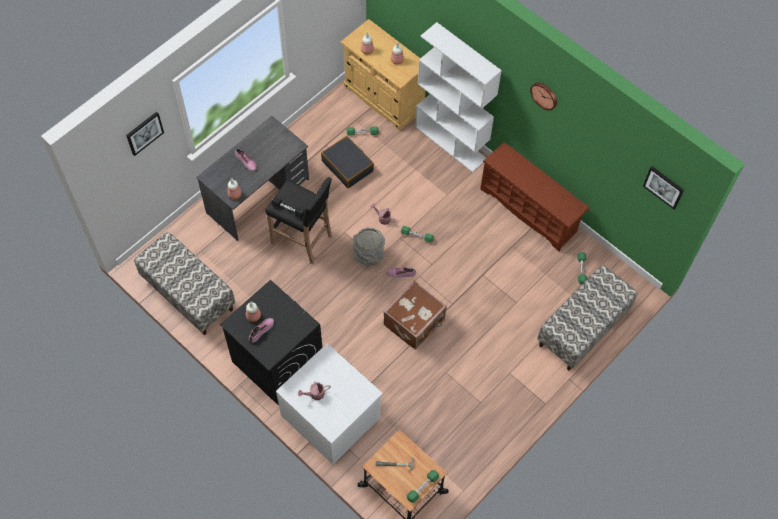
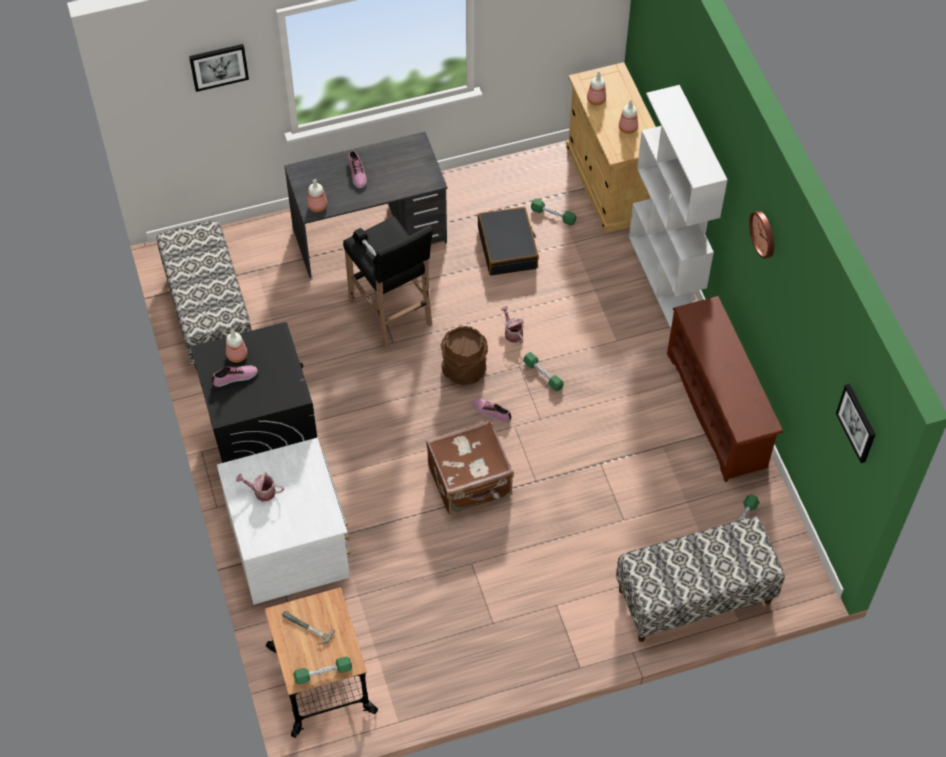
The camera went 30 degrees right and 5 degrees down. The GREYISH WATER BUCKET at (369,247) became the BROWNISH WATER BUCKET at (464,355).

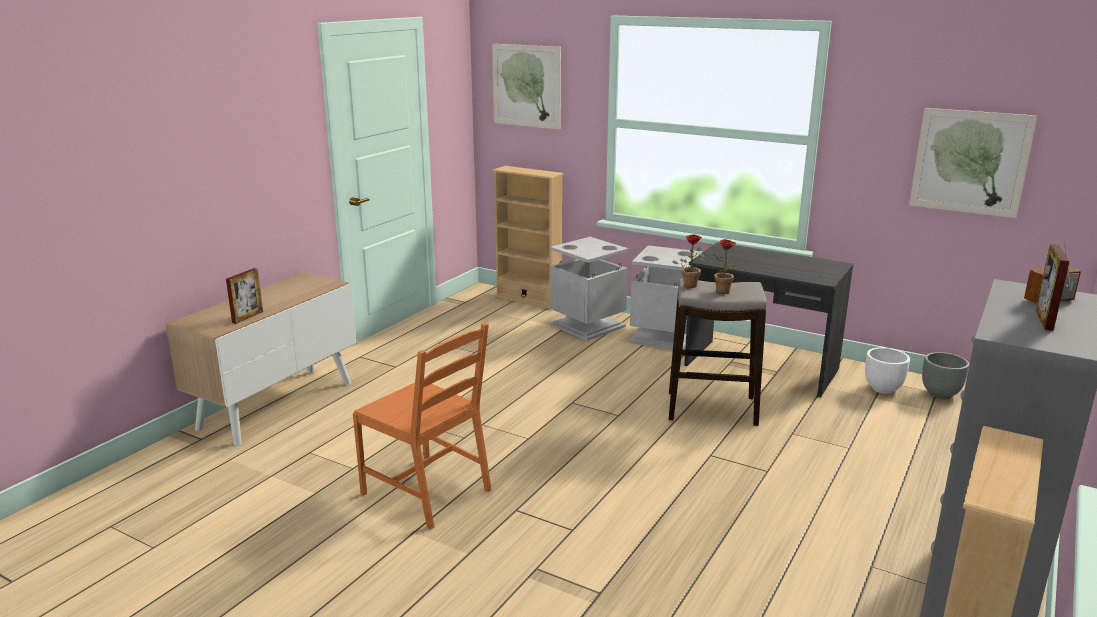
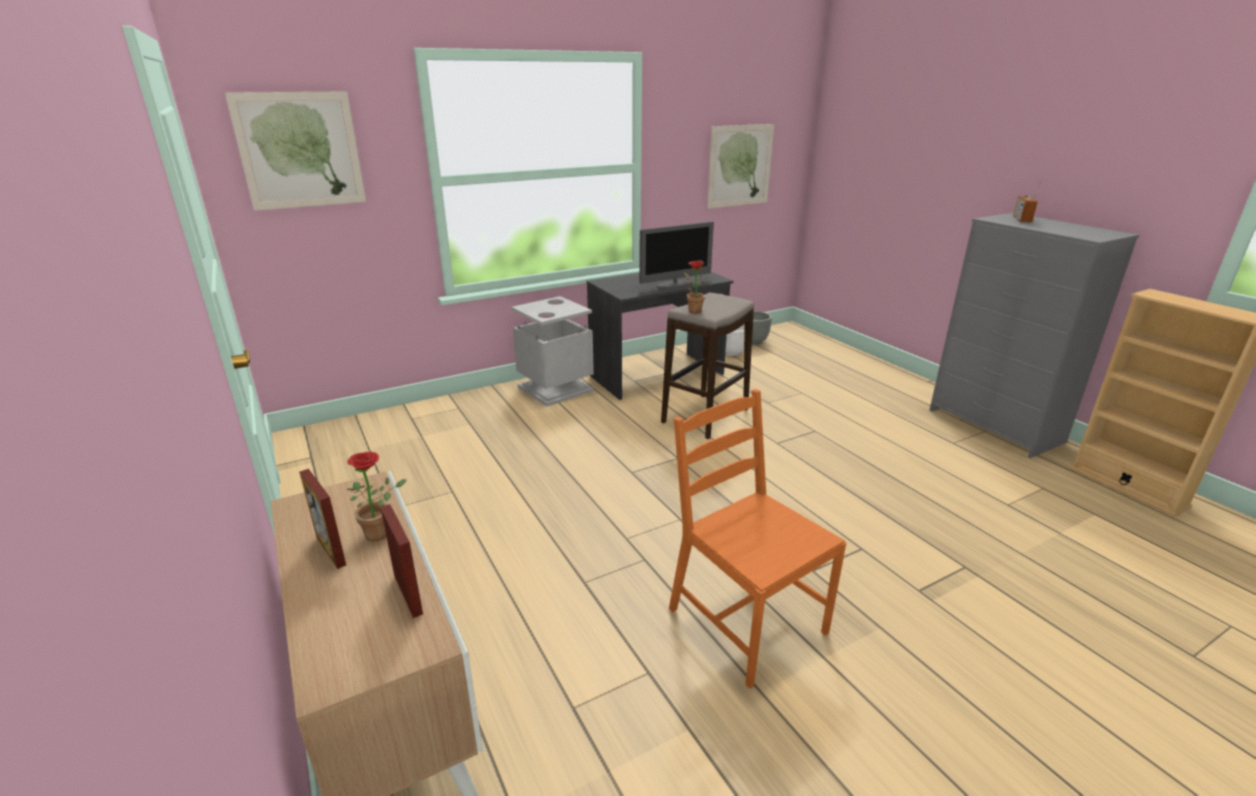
The camera went 60 degrees left and 5 degrees up. The SAND-COLOURED BOOKCASE at (527,237) disappeared. The GREYISH WASTE BIN at (589,289) disappeared. The PLANT IN A POT moved from (728,266) to (377,496). The STANDING FRAME moved from (1053,287) to (322,519). The ORANGEY PLAIN CHAIR at (422,426) turned 105 degrees counterclockwise. The MONITOR at (676,255) appeared.

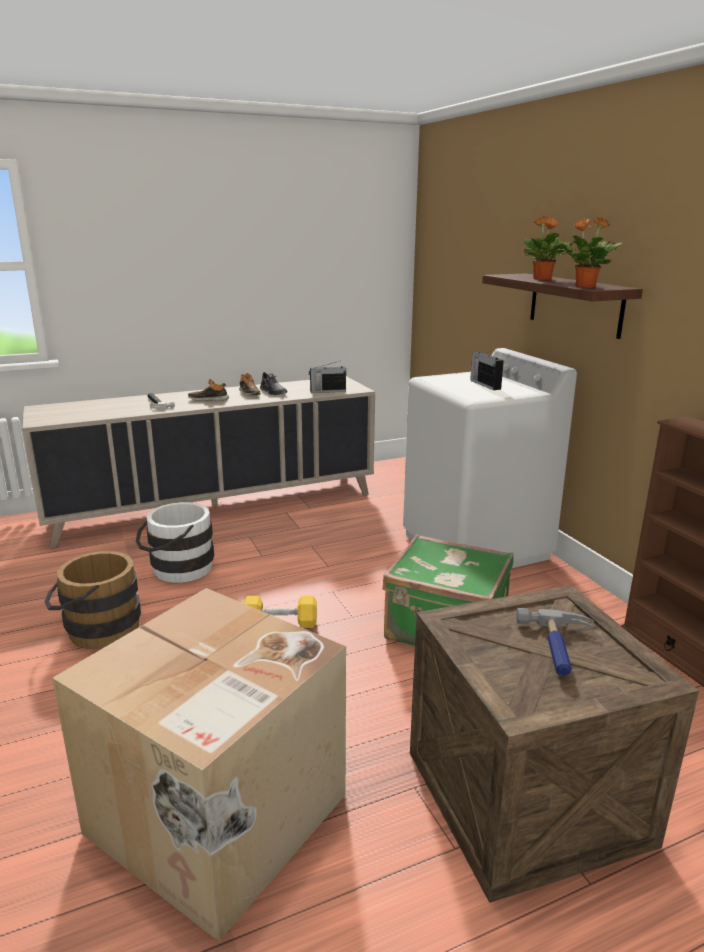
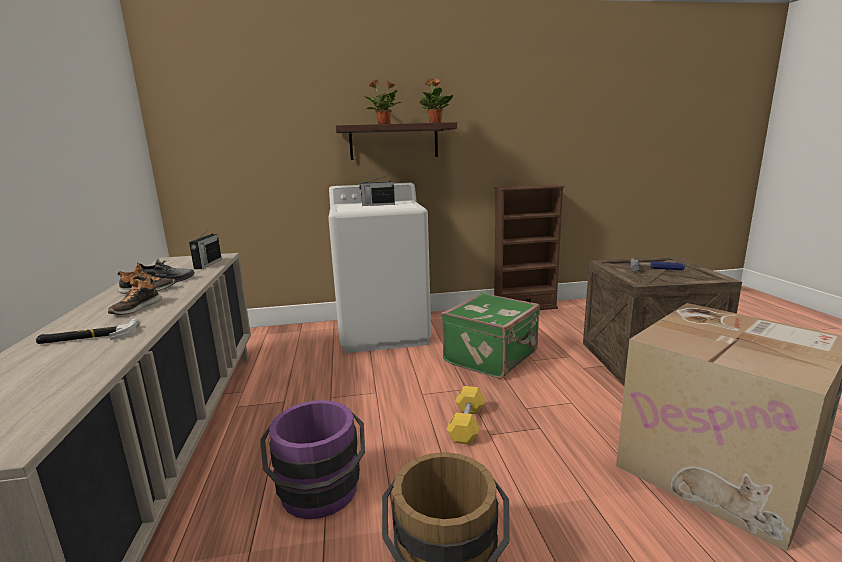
The camera went 75 degrees left and 5 degrees down. The WHITE-COLOURED WATER BUCKET at (175,542) became the PURPLE WATER BUCKET at (312,459).

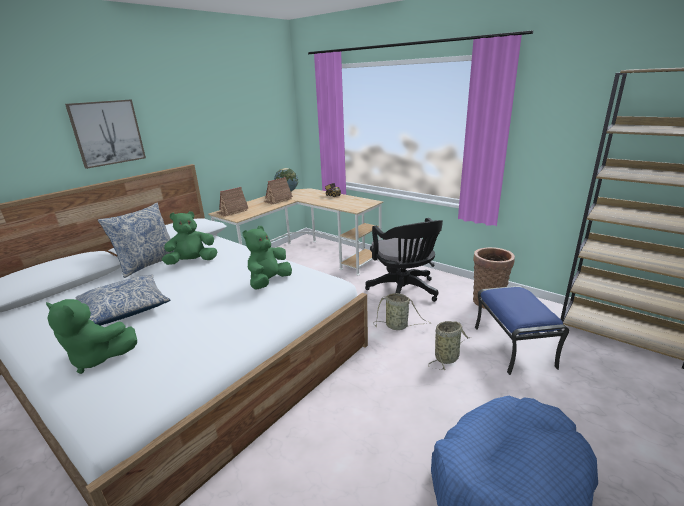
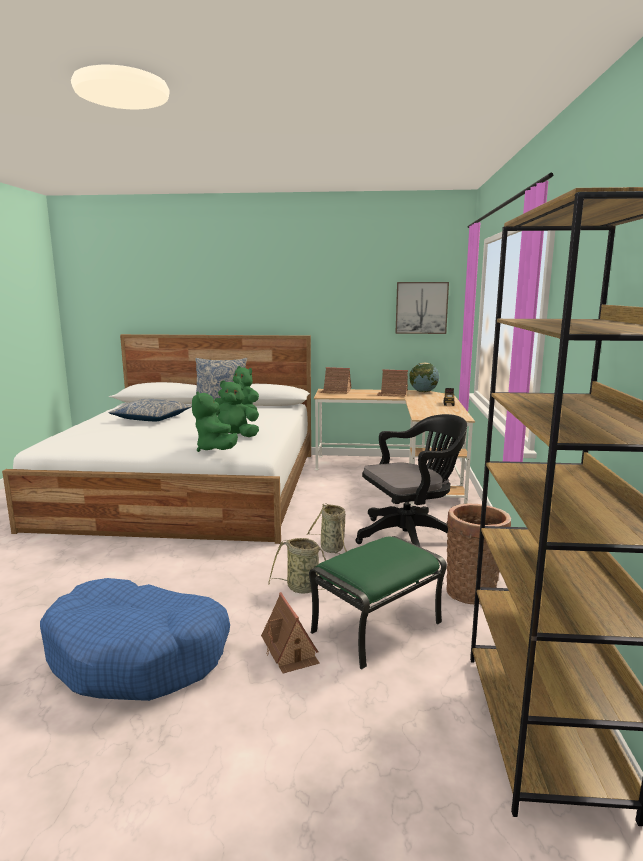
The camera went 55 degrees right and 10 degrees down. The WALL ART moved from (105,134) to (422,308). The BLACK OFFICE CHAIR at (404,260) turned 150 degrees counterclockwise. The BLUE-COLOURED POUFFE at (522,330) became the GREEN POUFFE at (378,603). The GREEN SOFT TOY moved from (91,336) to (215,422). The MINIATURE HOUSE at (290,632) appeared.

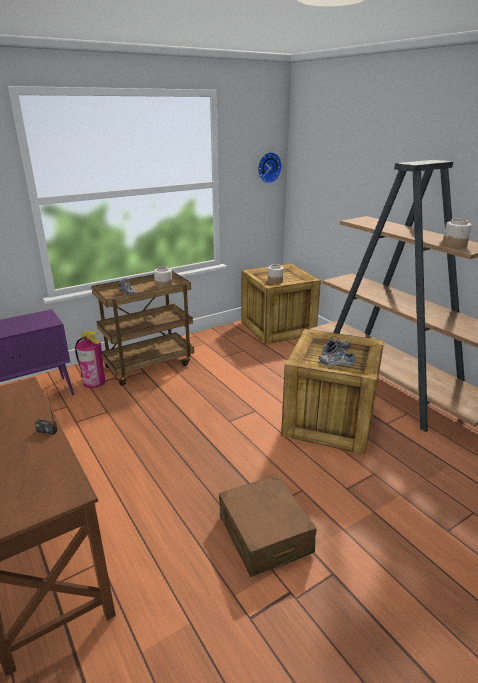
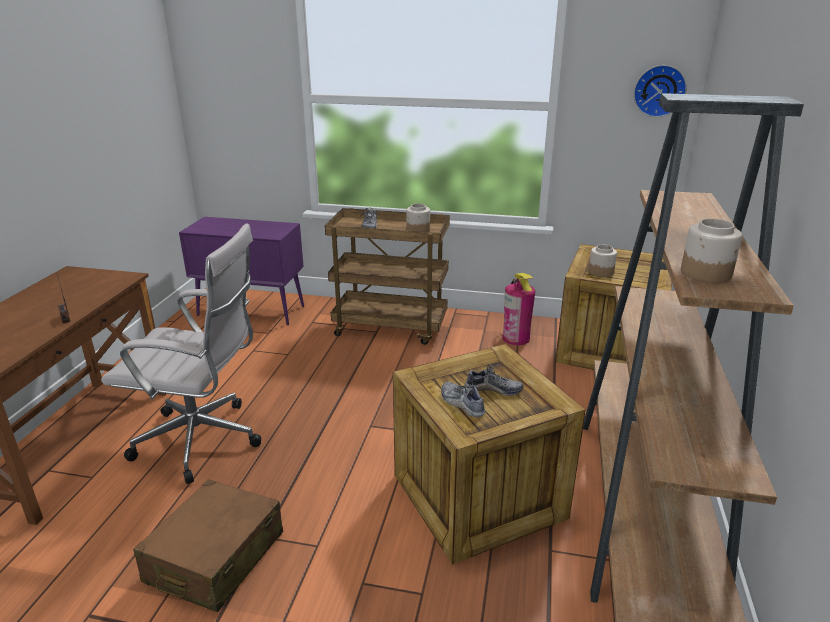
The camera went 45 degrees right and 0 degrees up. The FIRE-FIGHTING CYLINDER moved from (90,359) to (518,309). The WHITE-COLOURED OFFICE CHAIR at (181,354) appeared.

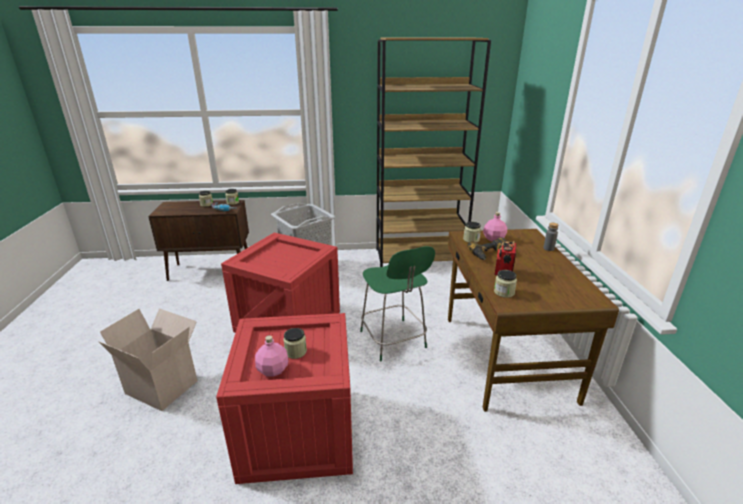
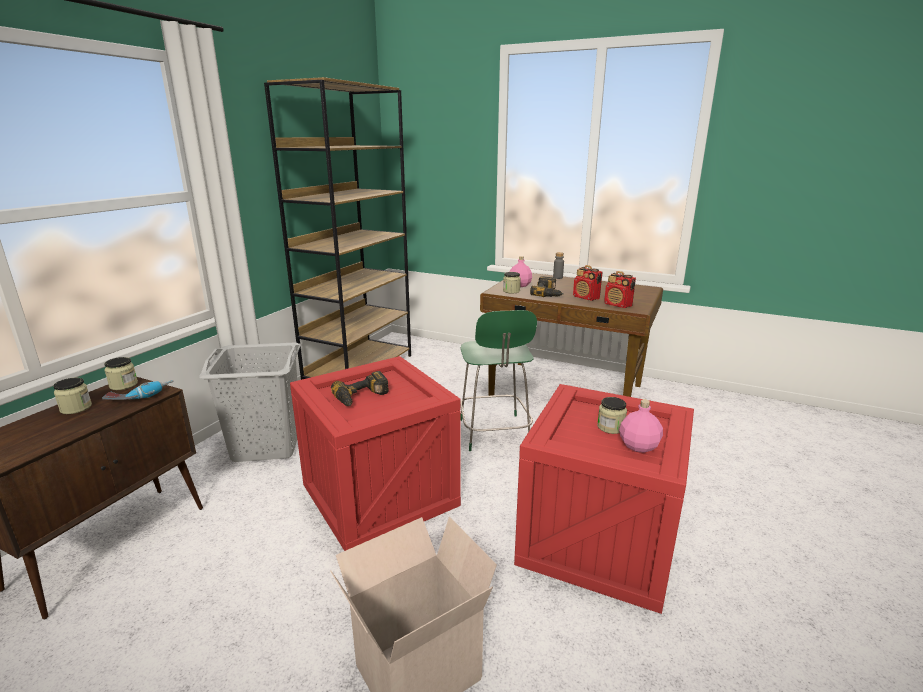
The camera went 60 degrees left and 5 degrees down. The GREEN PLAIN CHAIR at (397,303) turned 75 degrees clockwise. The PRESERVE JAR at (505,284) was replaced by the RADIO SET at (620,289). The DRILL at (360,388) appeared.

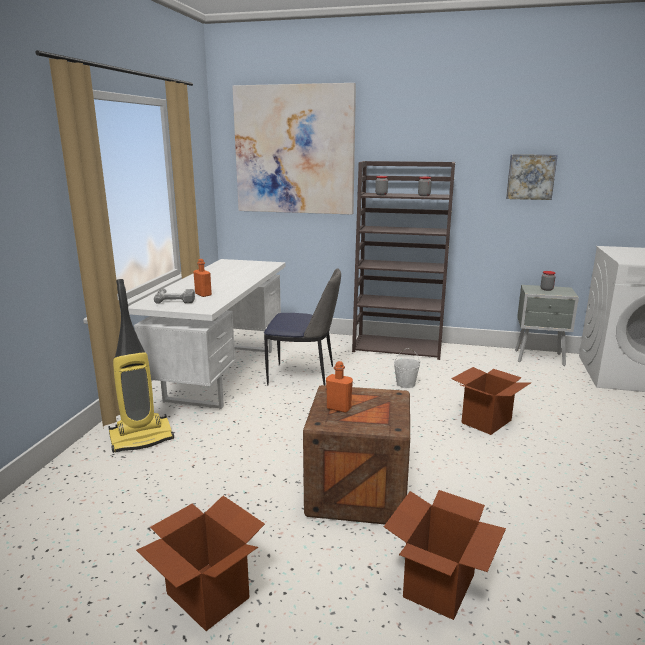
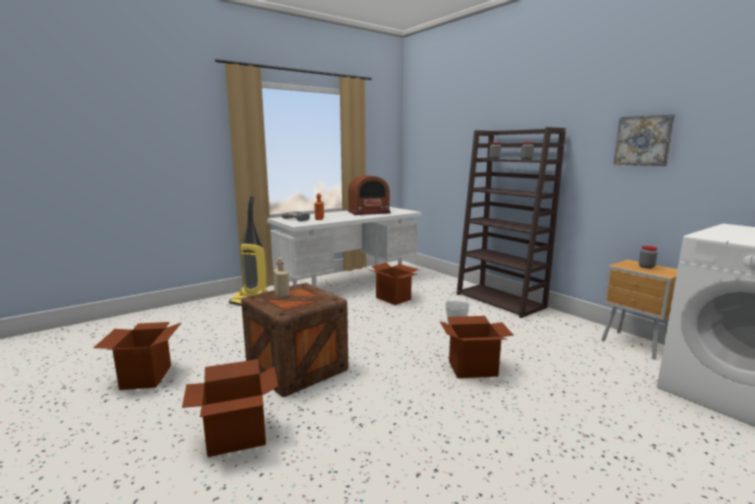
The camera went 40 degrees right and 5 degrees down. The WALL ART at (294,148) disappeared. The PLAIN CHAIR at (302,326) was replaced by the CARDBOARD BOX at (394,284). The GREYISH NIGHT TABLE at (547,325) became the BROWNISH NIGHT TABLE at (639,310). The ORANGEY BEVERAGE BOTTLE at (339,387) became the SAND-COLOURED BEVERAGE BOTTLE at (281,277). The RADIO SET at (369,195) appeared.

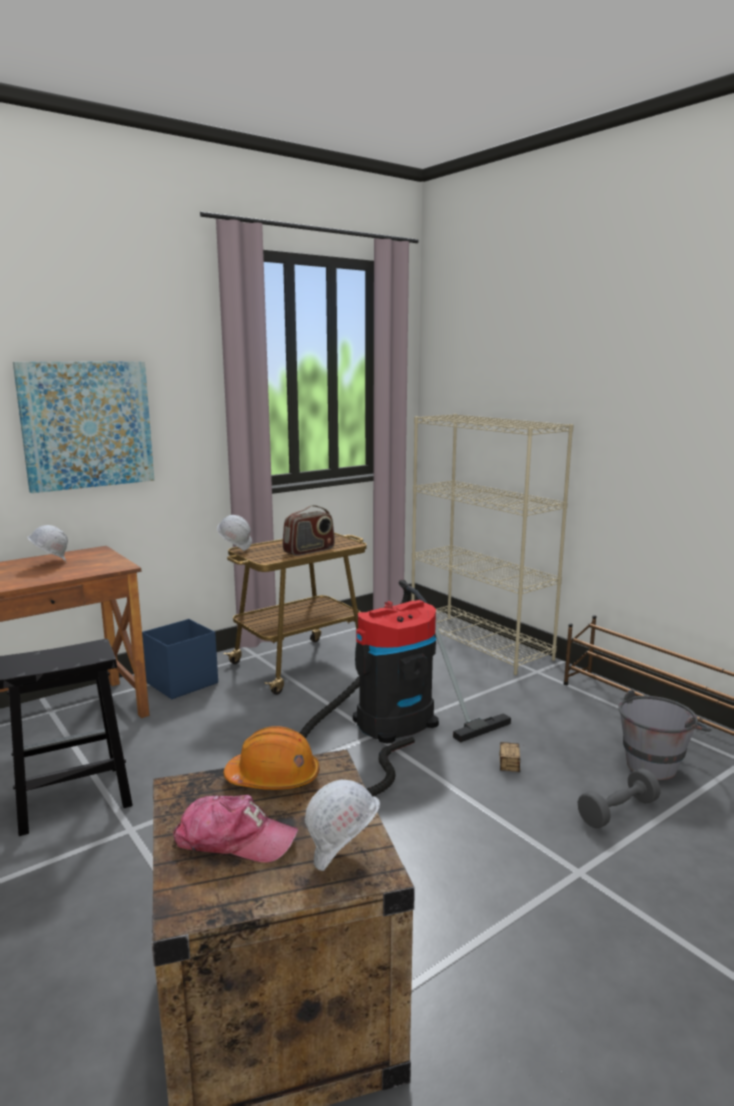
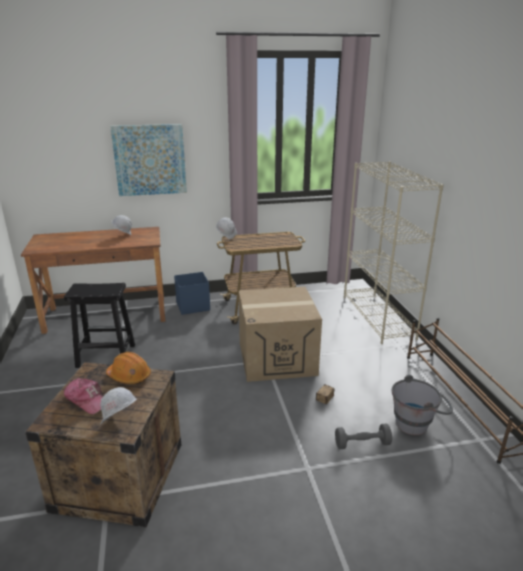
The camera went 25 degrees right and 10 degrees up. The RADIO SET at (309,530) disappeared. The VACUUM CLEANER at (405,687) was replaced by the CARDBOARD BOX at (280,334).

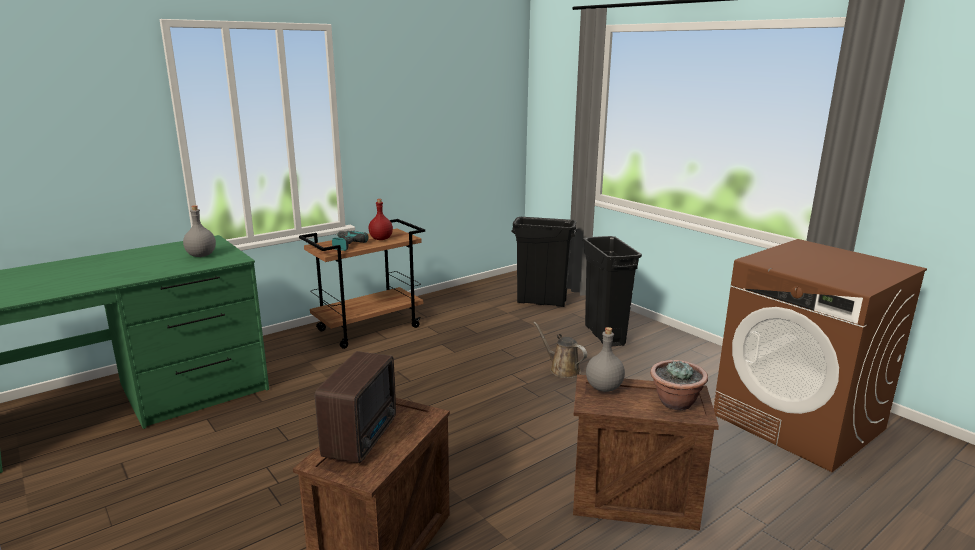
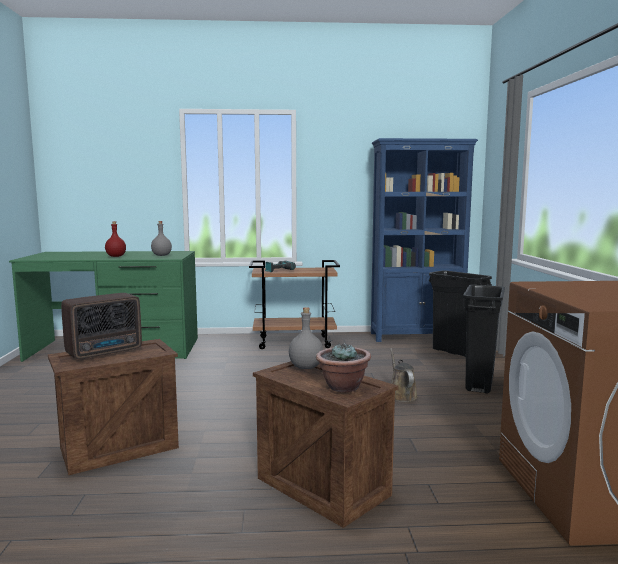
The camera went 35 degrees right and 10 degrees down. The RED-COLOURED BEVERAGE BOTTLE moved from (381,219) to (115,239). The BLUE-COLOURED BOOKCASE at (424,240) appeared.

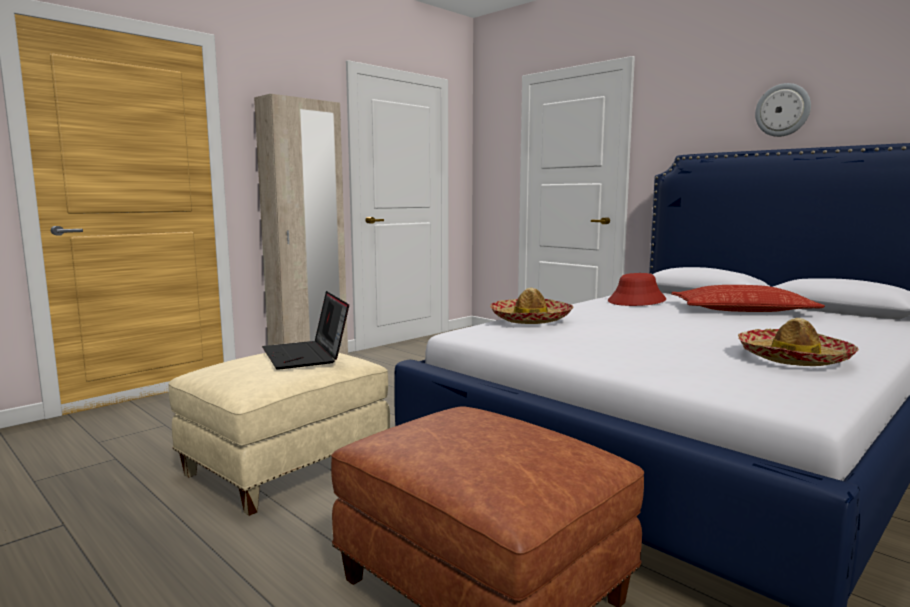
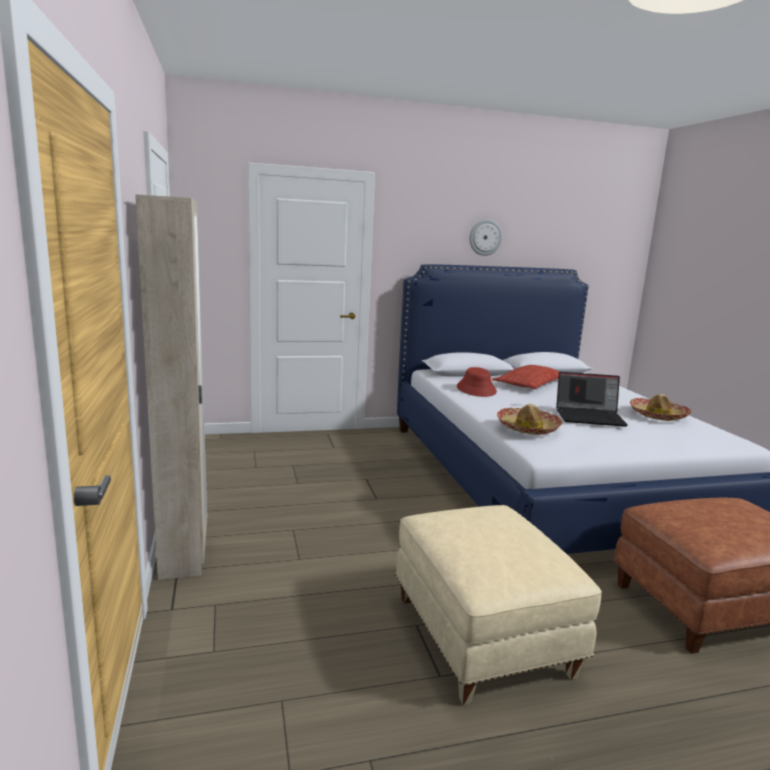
The camera went 60 degrees left and 5 degrees up. The PORTABLE COMPUTER moved from (305,330) to (592,399).

